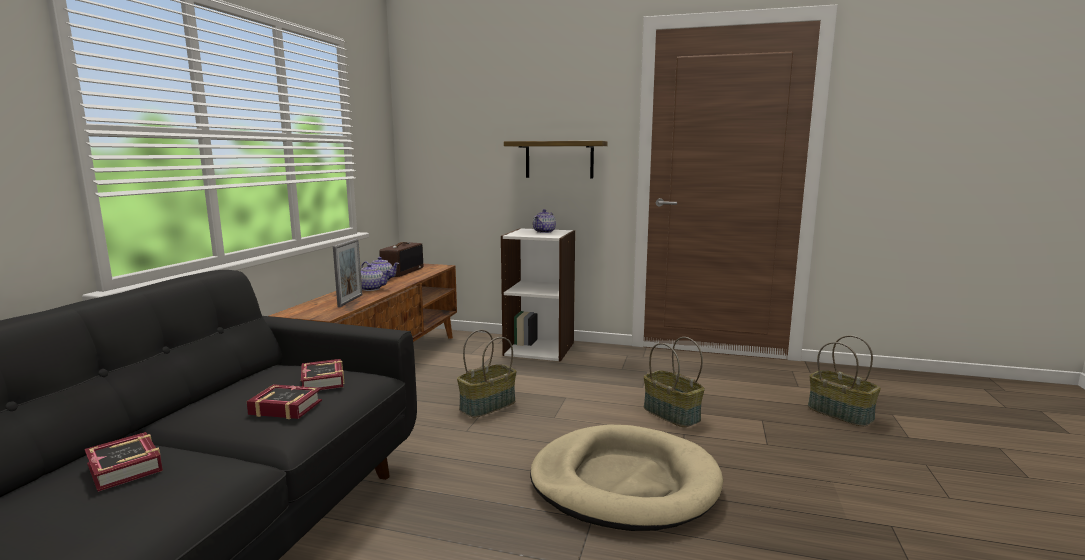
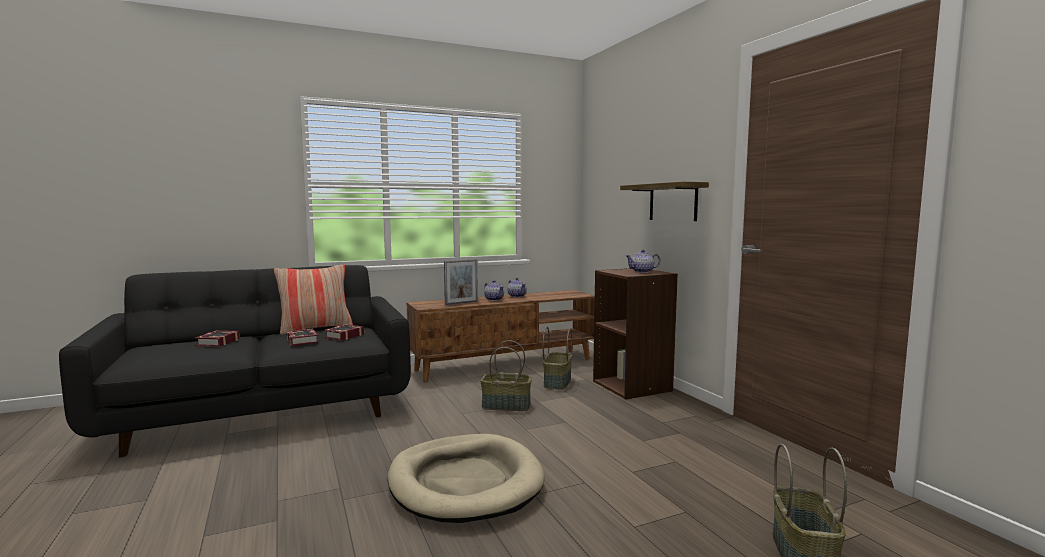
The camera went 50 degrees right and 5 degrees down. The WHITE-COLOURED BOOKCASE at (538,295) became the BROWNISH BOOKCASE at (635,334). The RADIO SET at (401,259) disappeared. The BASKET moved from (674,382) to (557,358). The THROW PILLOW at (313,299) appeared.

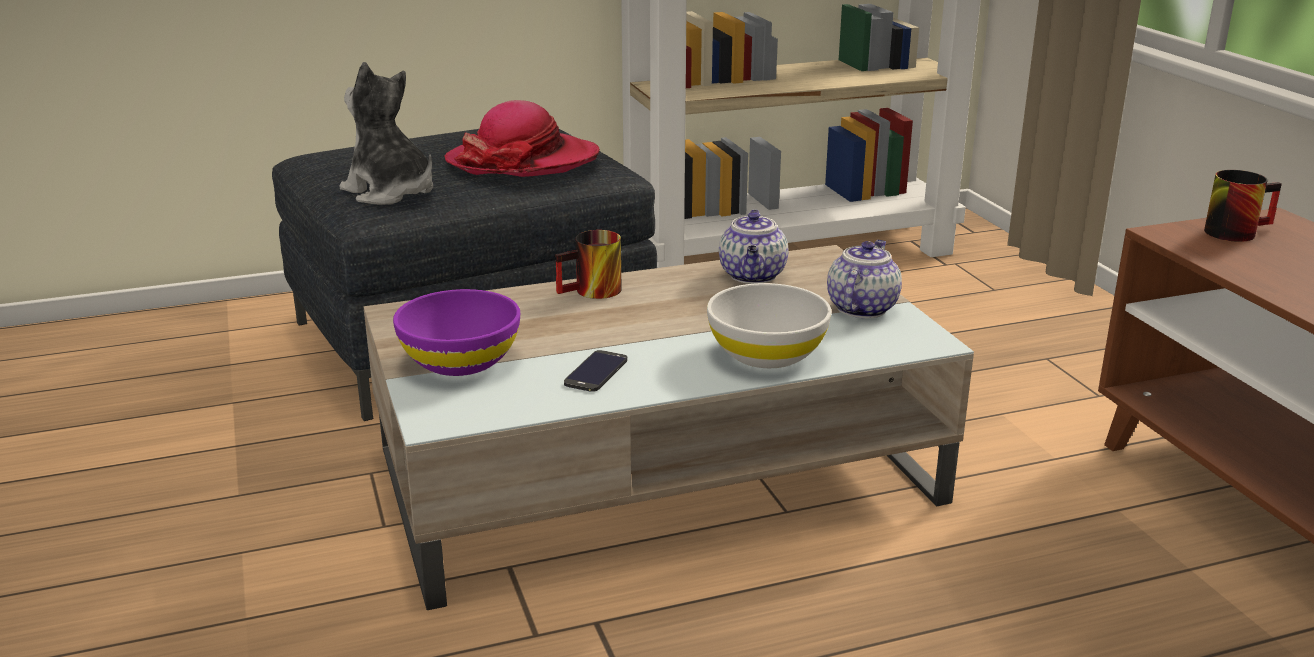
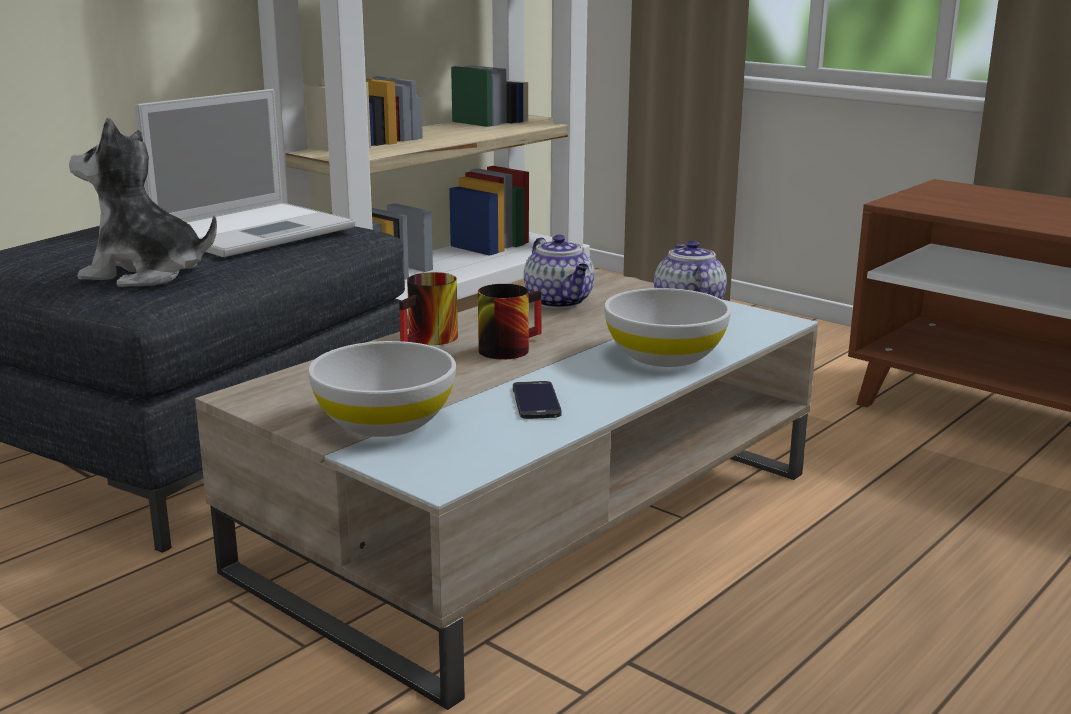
The camera went 30 degrees left and 5 degrees down. The WEARABLE HAT at (522,138) was replaced by the PORTABLE COMPUTER at (245,173). The TEA MUG moved from (1243,206) to (510,322). The PURPLE DEEP DISH at (456,332) became the WHITE-COLOURED DEEP DISH at (382,389).

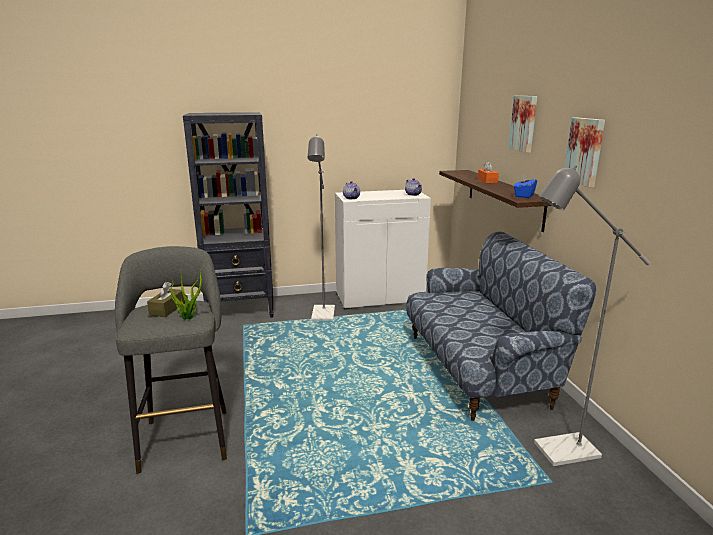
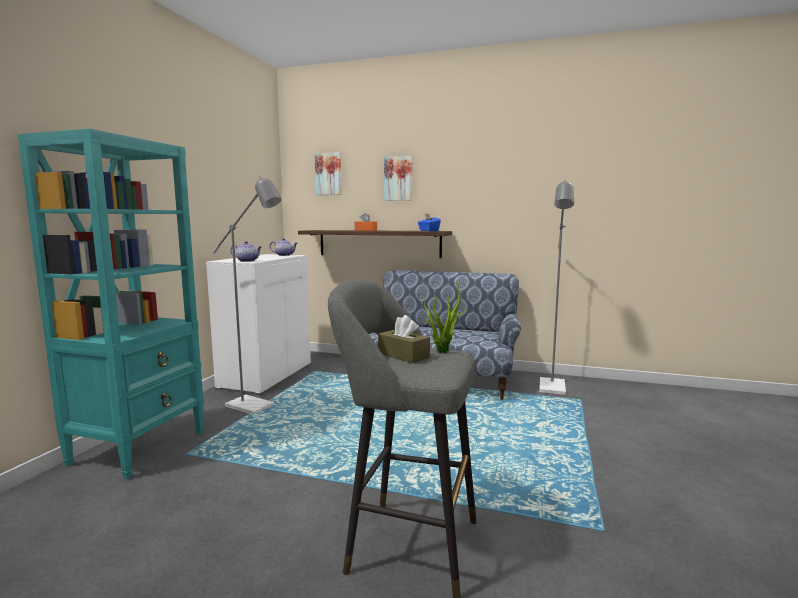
The camera went 60 degrees left and 10 degrees down. The BLACK BOOKCASE at (228,215) became the TURQUOISE-COLOURED BOOKCASE at (111,304). The WALL ART moved from (585,152) to (328,173).

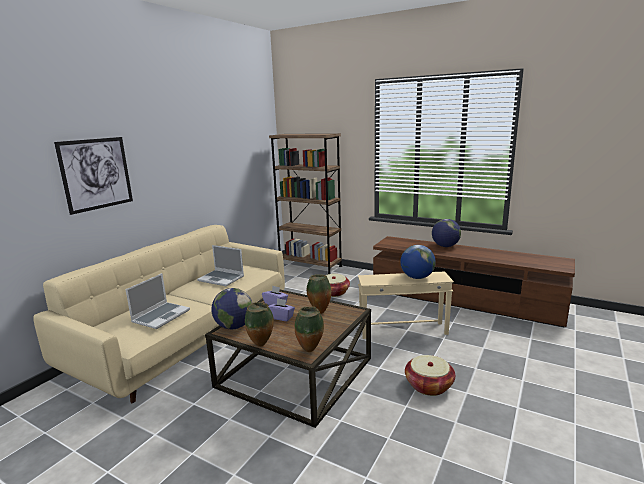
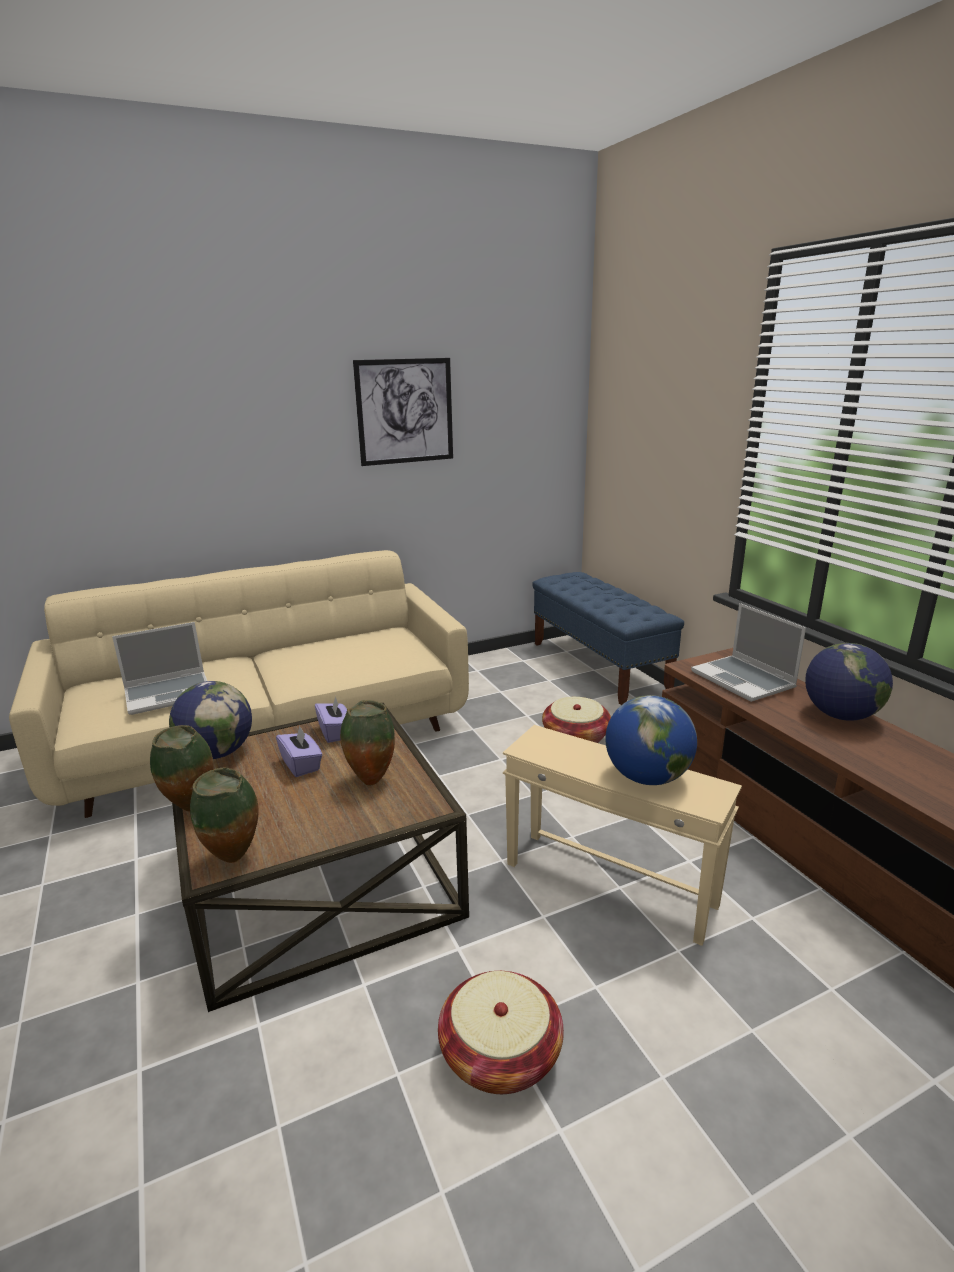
The camera went 35 degrees right and 5 degrees up. The BROWNISH BOOKCASE at (305,203) was replaced by the BLUE-COLOURED BENCH at (608,638). The WALL ART moved from (93,176) to (403,412). The PORTABLE COMPUTER moved from (220,265) to (748,652).

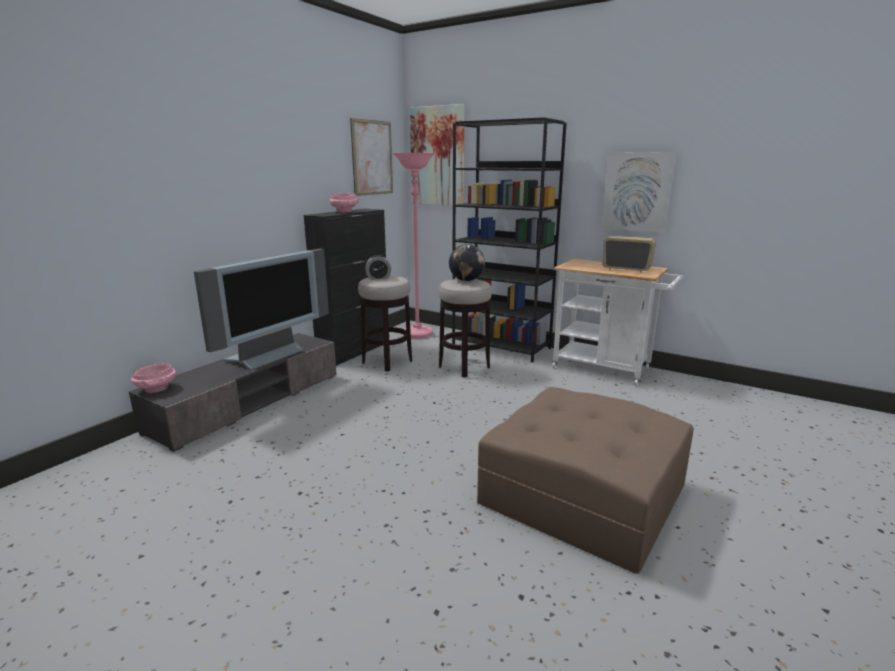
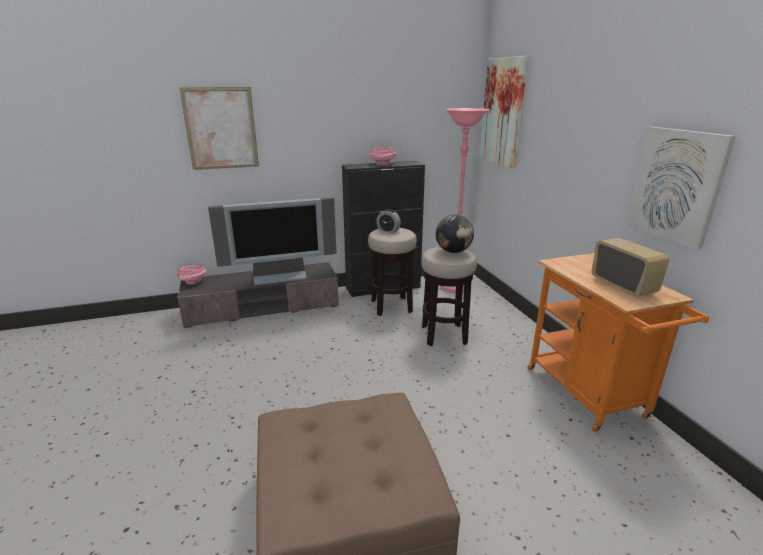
The camera went 40 degrees right and 5 degrees up. The BLACK BOOKCASE at (509,240) disappeared. The WALL ART moved from (371,157) to (219,128). The WHITE-COLOURED TROLLEY at (617,322) became the ORANGEY TROLLEY at (618,342).

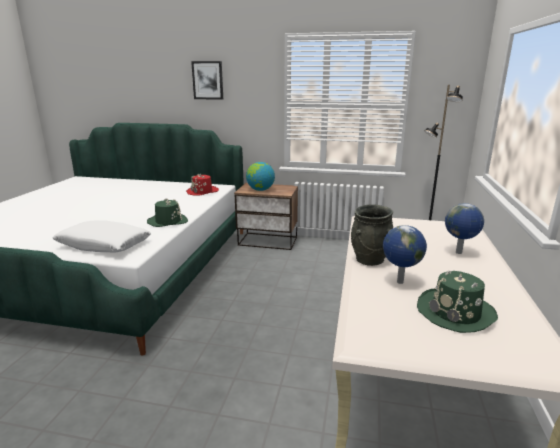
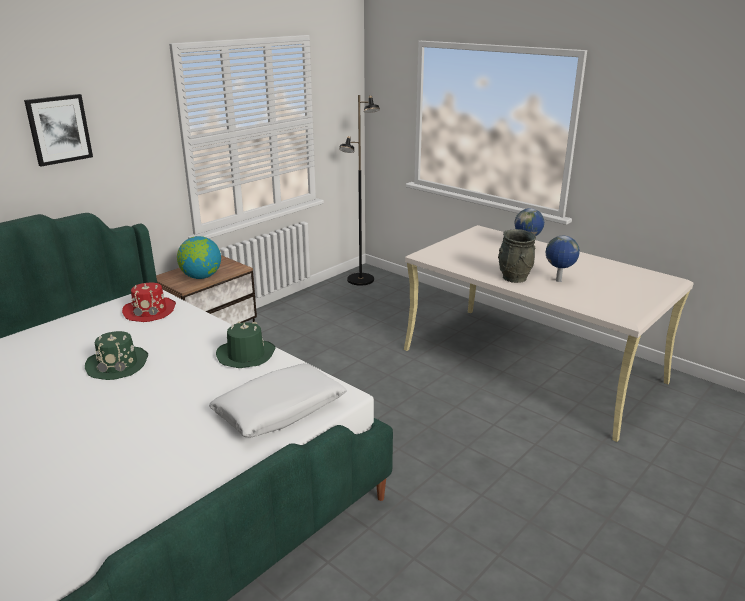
The camera went 60 degrees left and 5 degrees up. The GREEN WEARABLE HAT moved from (457,302) to (116,355).

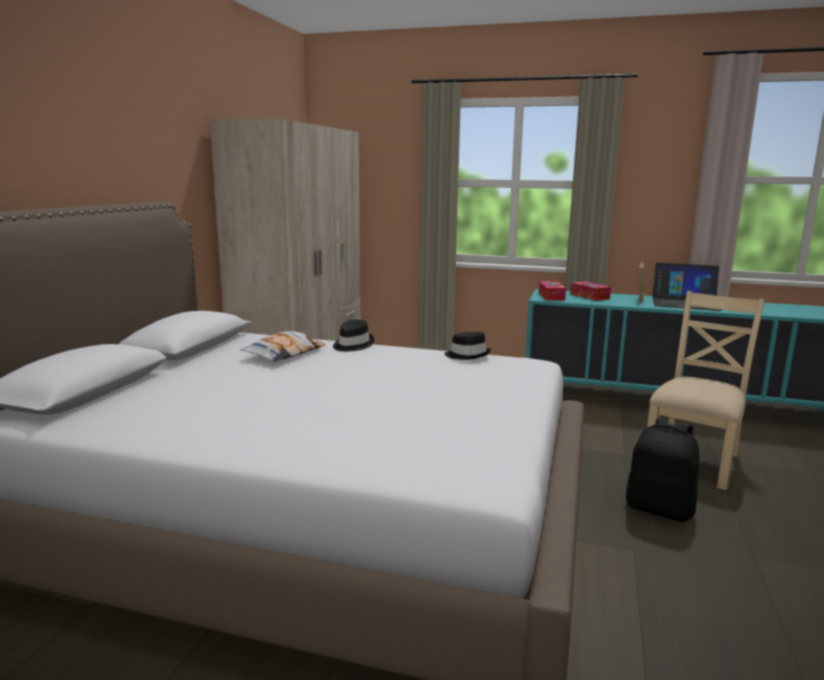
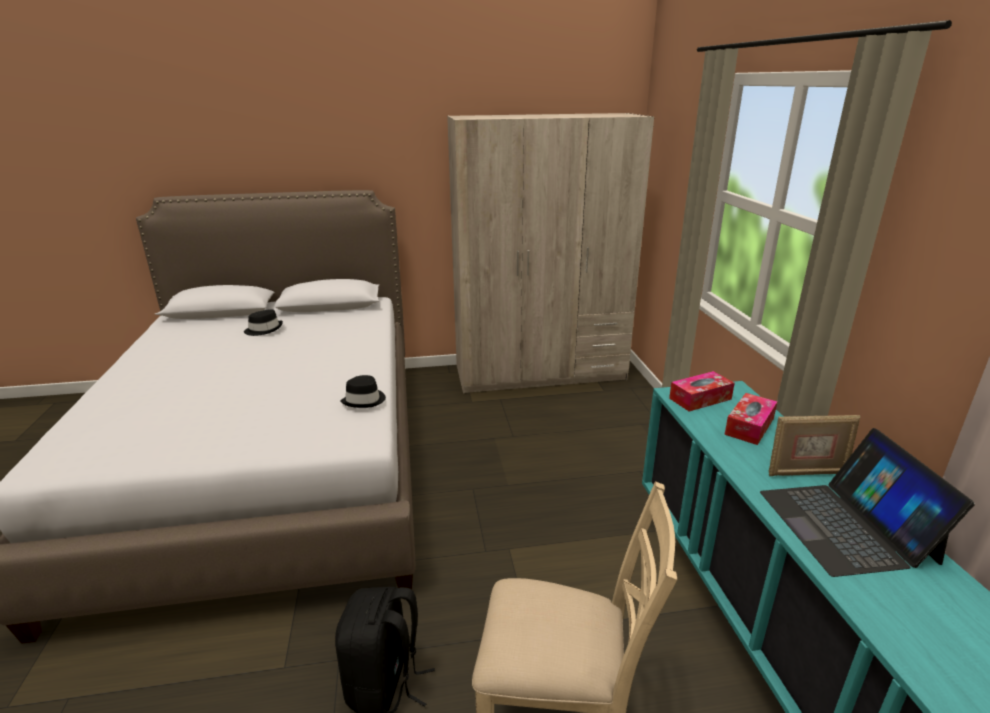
The camera went 65 degrees right and 10 degrees up. The BLACK WEARABLE HAT moved from (353,335) to (263,322). The THROW PILLOW at (283,346) disappeared.

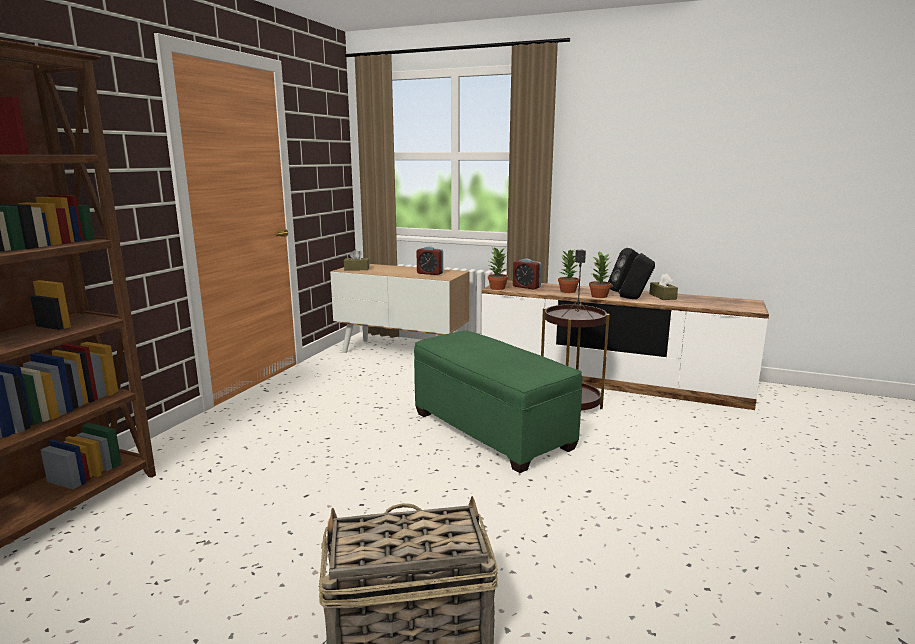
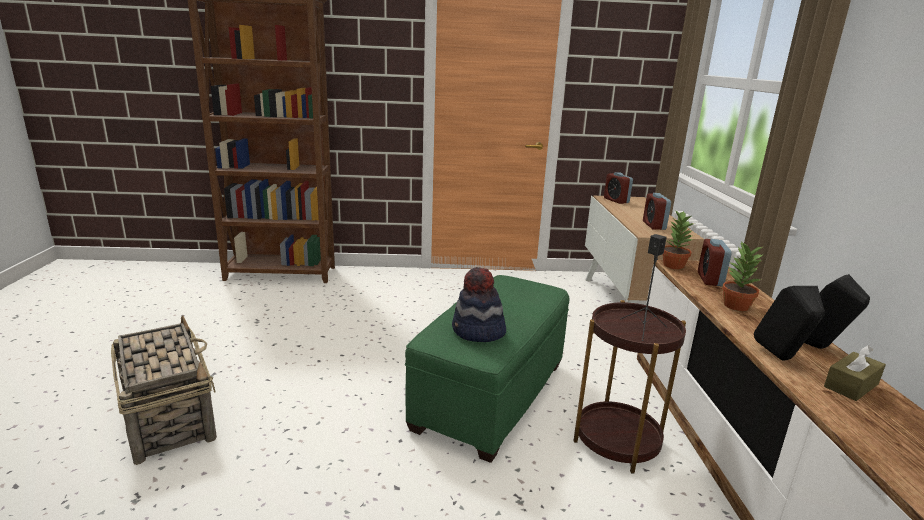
The camera went 65 degrees right and 5 degrees up. The BROWNISH TISSUE HOLDER at (356,259) was replaced by the TABLE CLOCK at (618,188). The PLANT IN A POT at (600,274) disappeared. The WEARABLE HAT at (479,304) appeared.

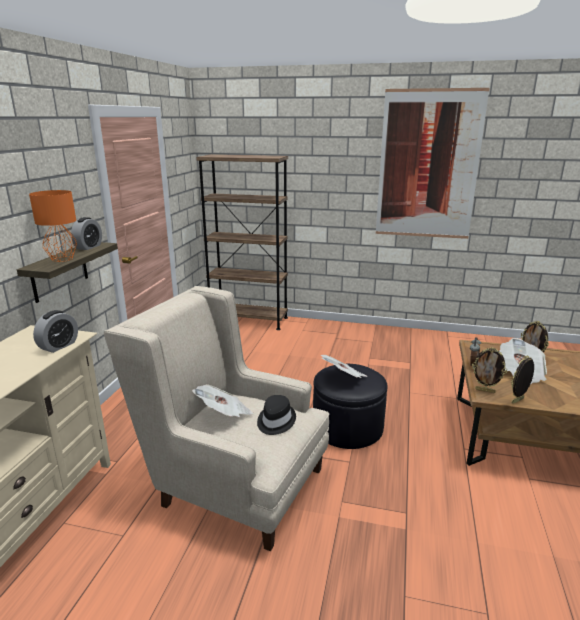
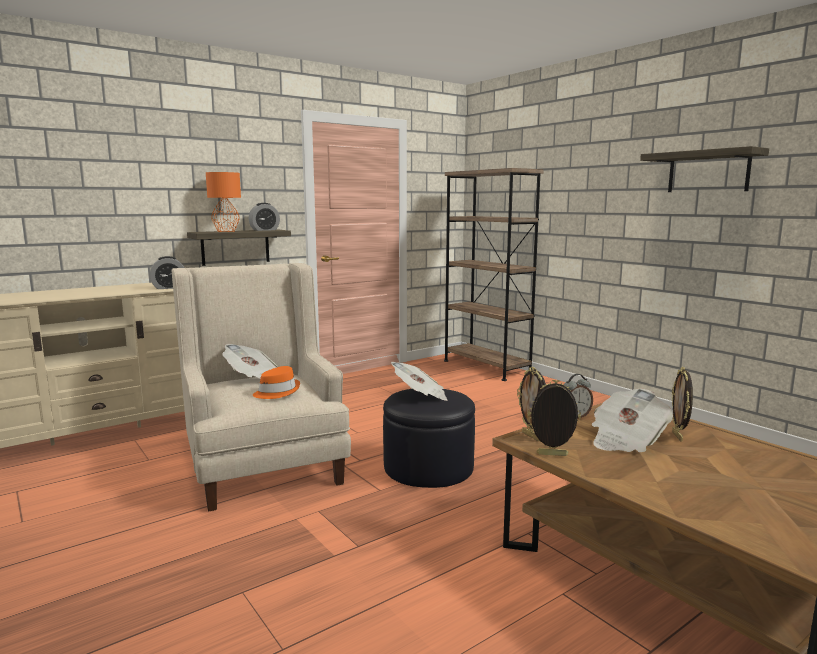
The camera went 40 degrees right and 10 degrees down. The WALL ART at (432,163) was replaced by the SHELF at (704,169). The BLACK WEARABLE HAT at (276,415) became the ORANGEY WEARABLE HAT at (276,382).

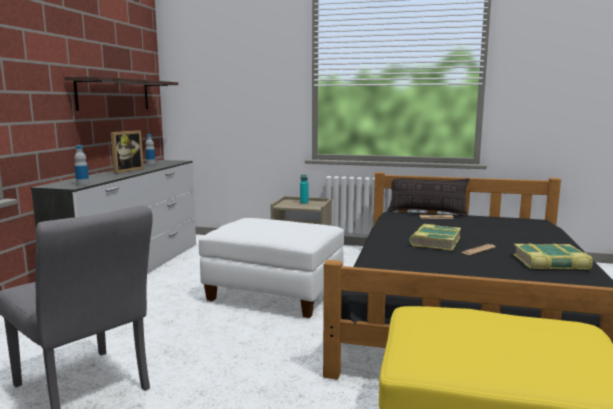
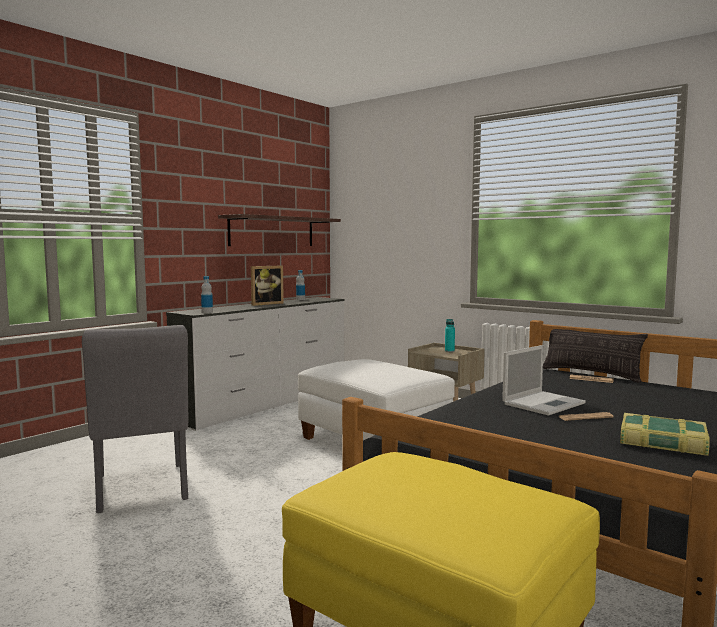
The camera went 25 degrees right and 5 degrees down. The BOUND BOOK at (435,237) was replaced by the PORTABLE COMPUTER at (544,380).

